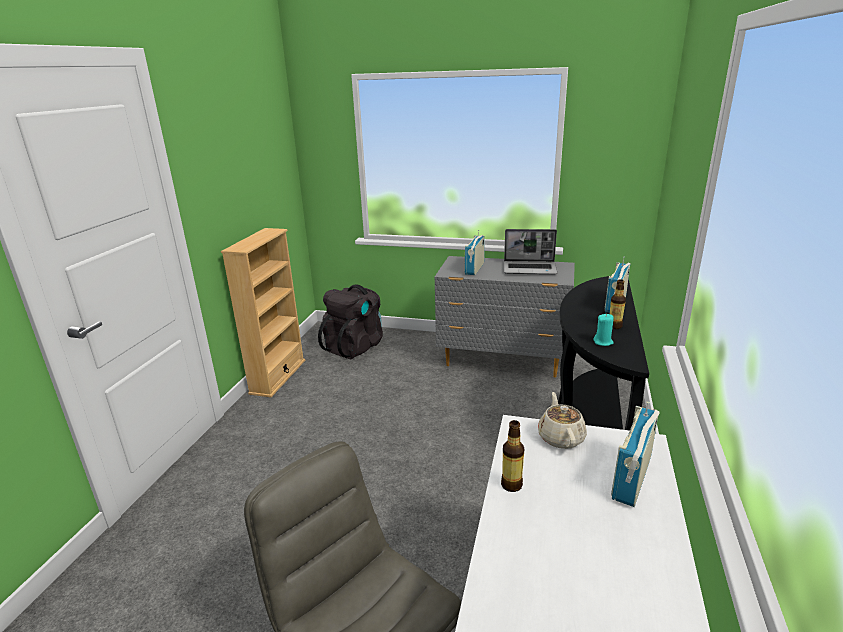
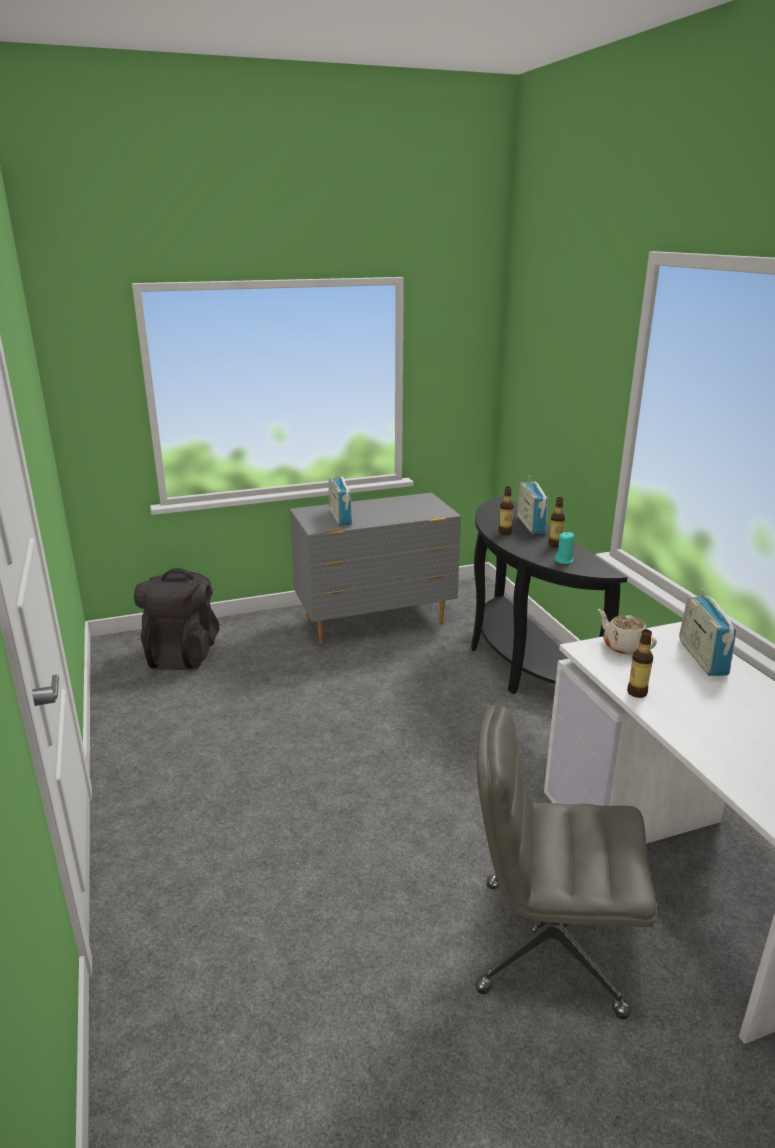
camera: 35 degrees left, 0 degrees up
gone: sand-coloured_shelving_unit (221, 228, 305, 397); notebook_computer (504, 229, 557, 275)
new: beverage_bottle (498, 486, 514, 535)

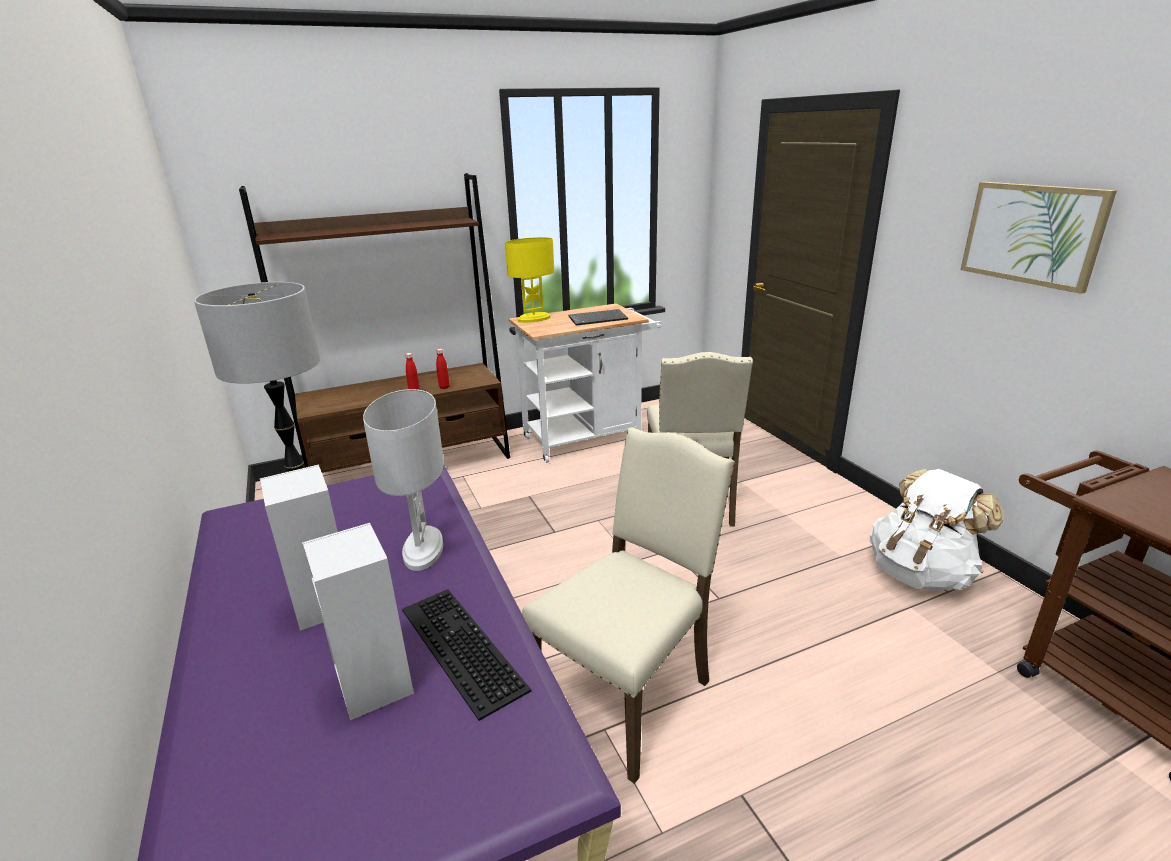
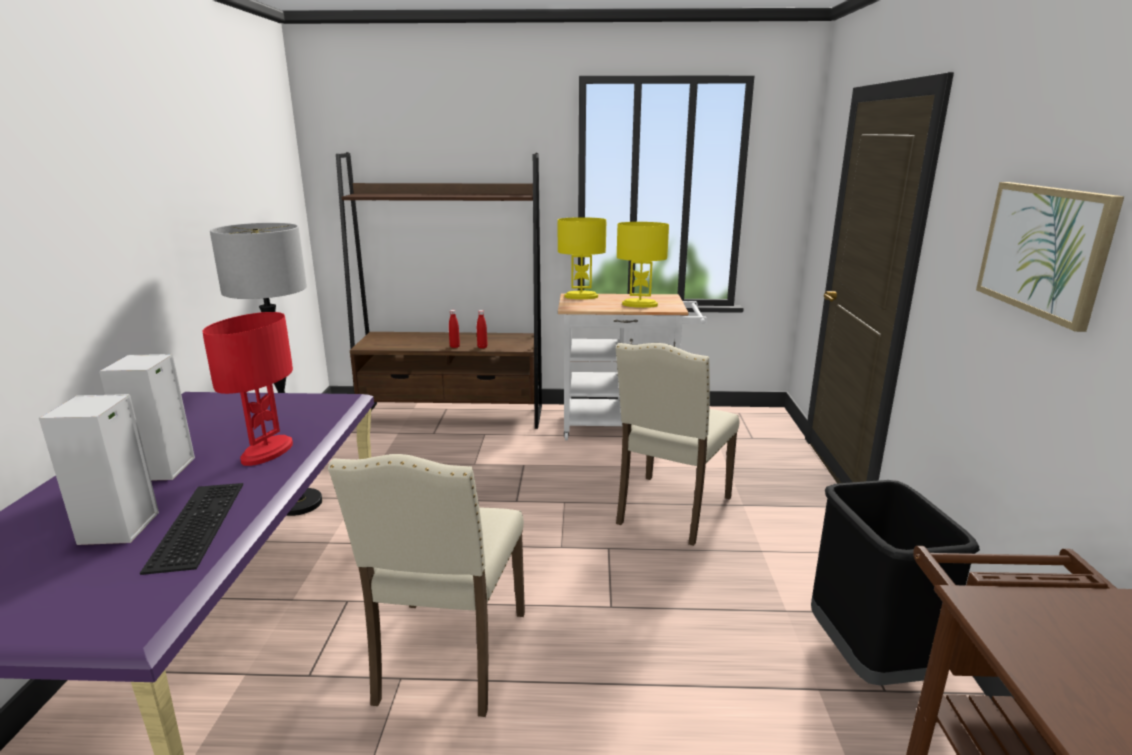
camera: 25 degrees right, 5 degrees down
swapped: keyboard (568, 309, 628, 326) to yellow-coloured_tabletop_lamp (617, 222, 669, 308); white-coloured_knapsack (870, 469, 1004, 591) to blackish_trash_can (811, 480, 980, 686)
repainted: white-coloured_tabletop_lamp (363, 389, 444, 571) to red_tabletop_lamp (202, 312, 293, 466)
rotated: sand-coloured_chair (522, 427, 735, 784) = (328, 454, 525, 717) 120 degrees clockwise

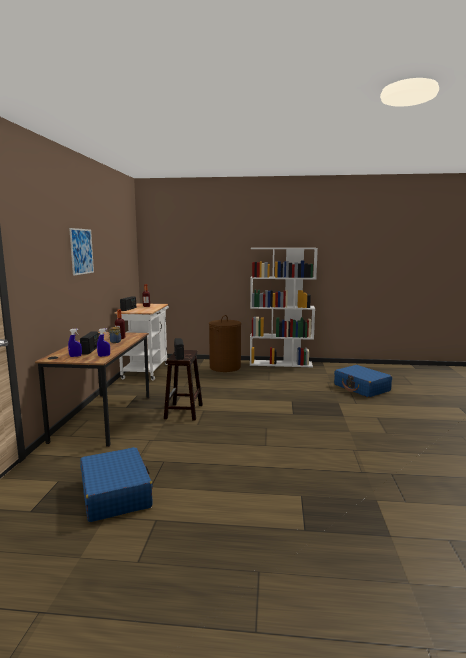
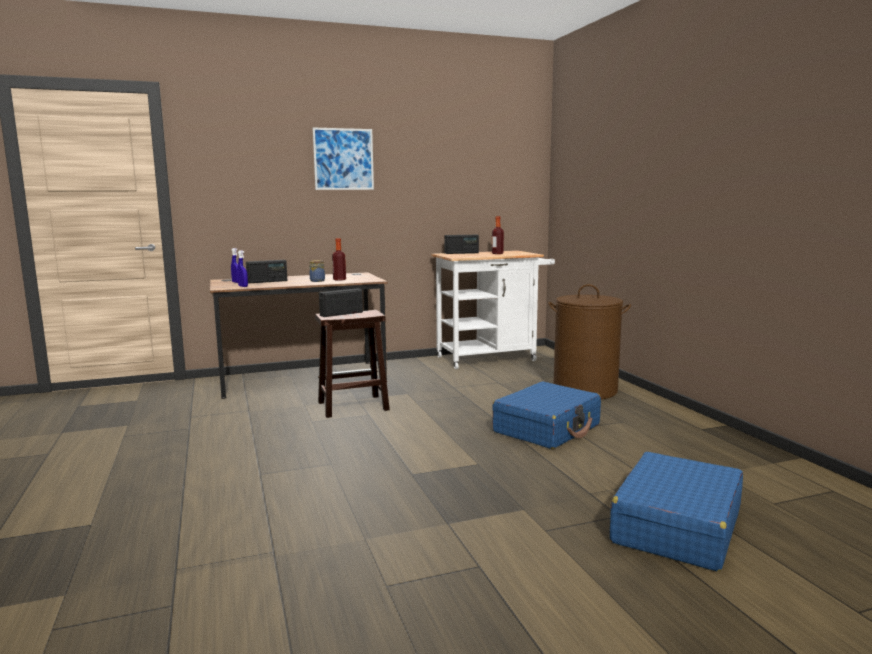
camera: 65 degrees right, 0 degrees up
gone: white-coloured_shelving_unit (250, 248, 318, 367)
shifted: bluish_piece_of_luggage (80, 447, 153, 522) to (492, 382, 601, 449)

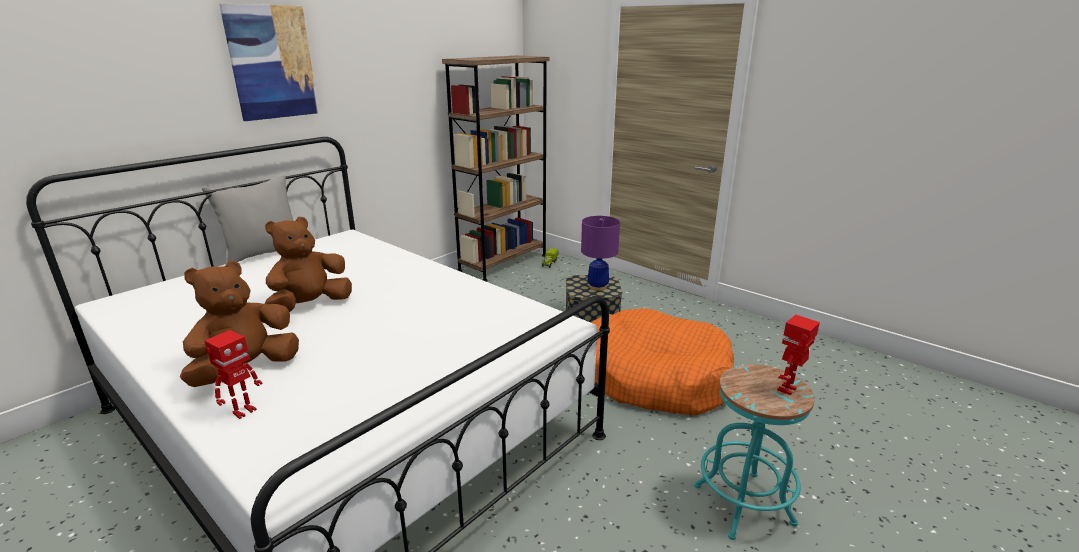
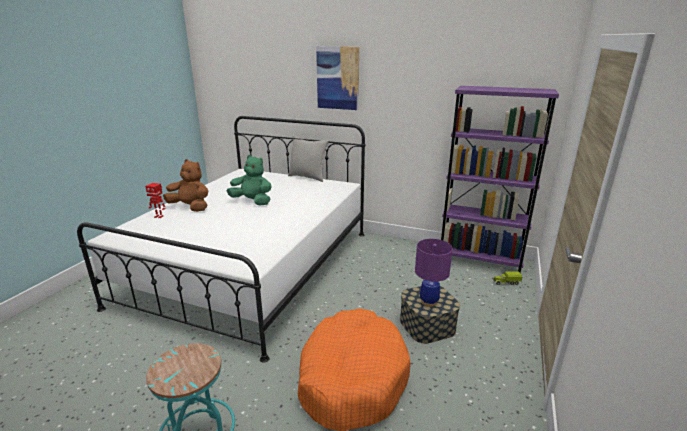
camera: 70 degrees right, 0 degrees up
gone: robot_figure (777, 315, 820, 395)
repainted: brownish_shelving_unit (442, 56, 549, 282) to purple_shelving_unit (441, 86, 559, 273); brownish_cuddly_toy (265, 217, 352, 312) to green-coloured_cuddly_toy (227, 155, 271, 206)

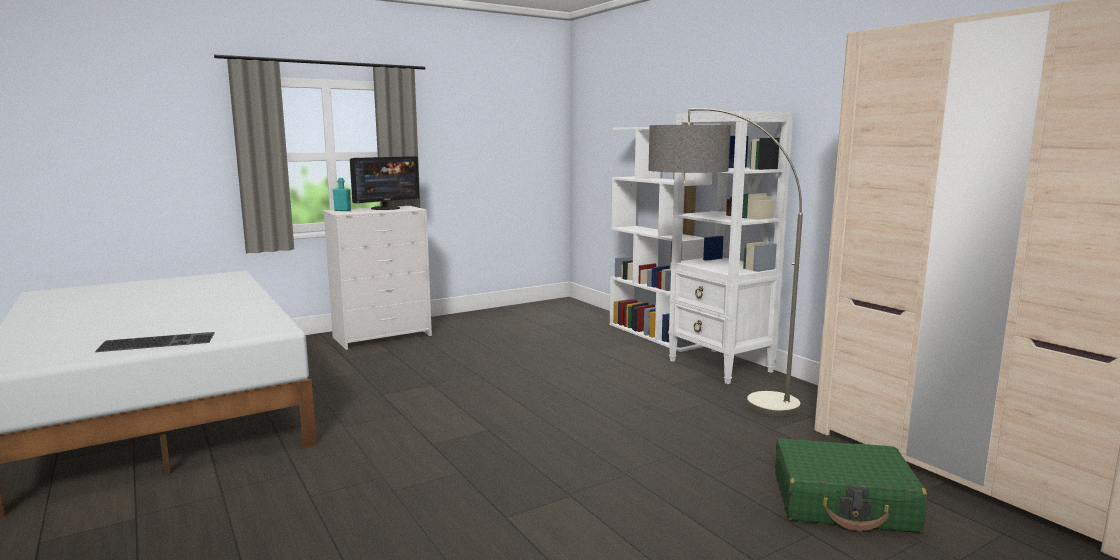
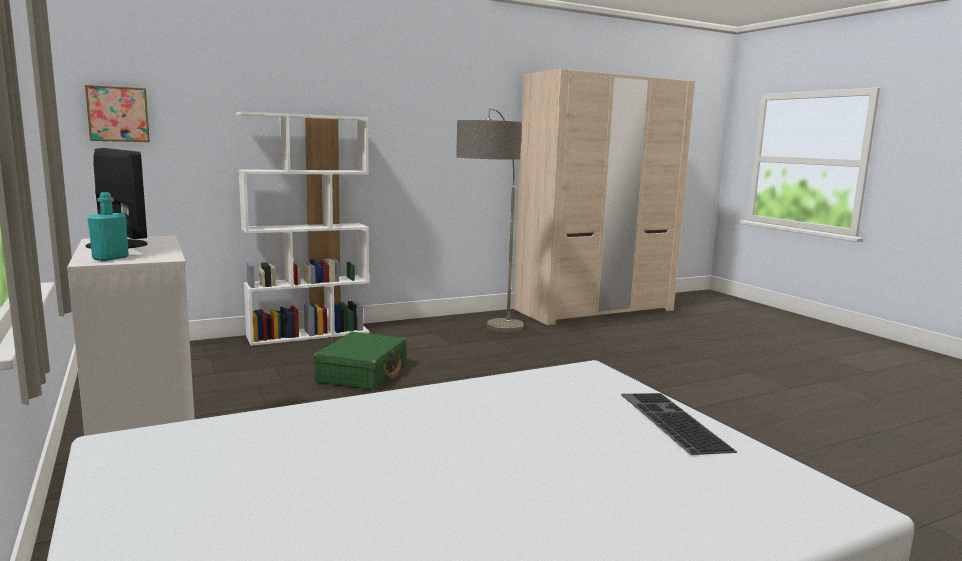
camera: 85 degrees left, 0 degrees up
gone: white-coloured_shelving_unit (668, 111, 793, 384)
new: wall_picture (85, 85, 150, 142)
shifted: green-coloured_piece_of_luggage (775, 438, 927, 533) to (314, 332, 407, 390)

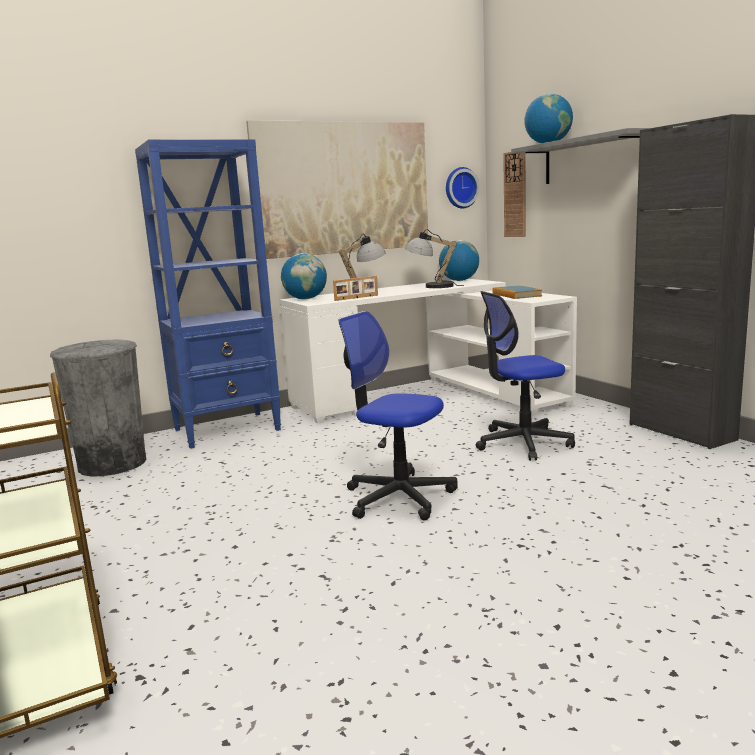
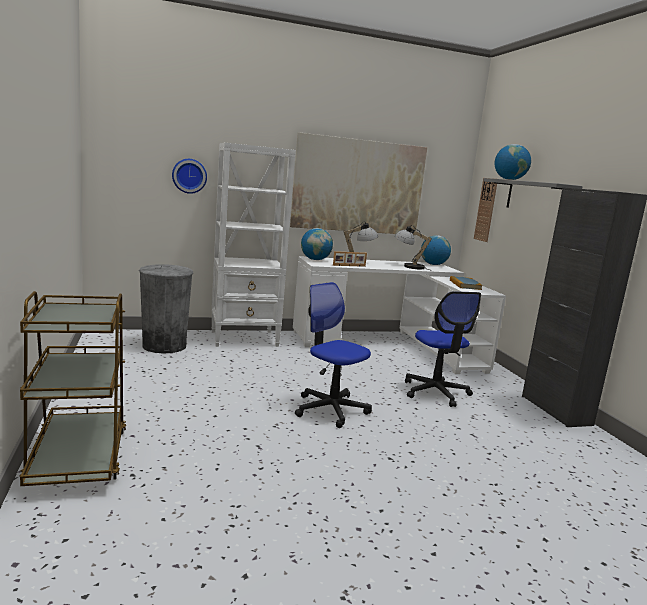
camera: 10 degrees right, 0 degrees up
shifted: hanging_clock (446, 167, 480, 208) to (172, 159, 207, 194)
repainted: bluish_shelving_unit (135, 139, 281, 449) to white-coloured_shelving_unit (211, 143, 296, 347)
rotated: desk_chair (476, 291, 575, 461) = (405, 291, 481, 407) 105 degrees counterclockwise

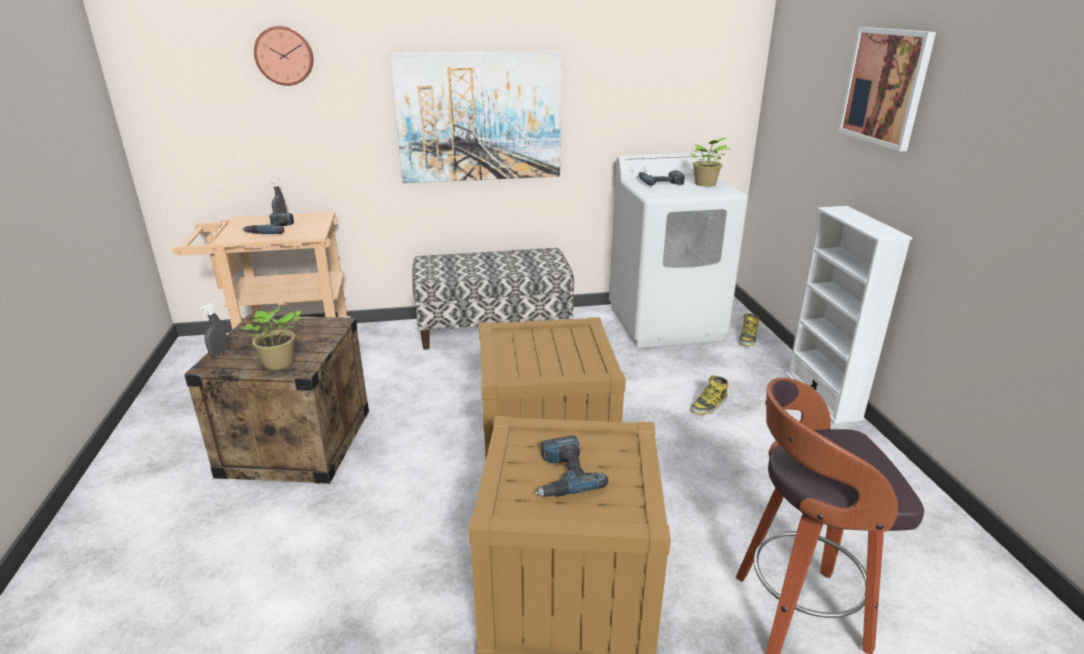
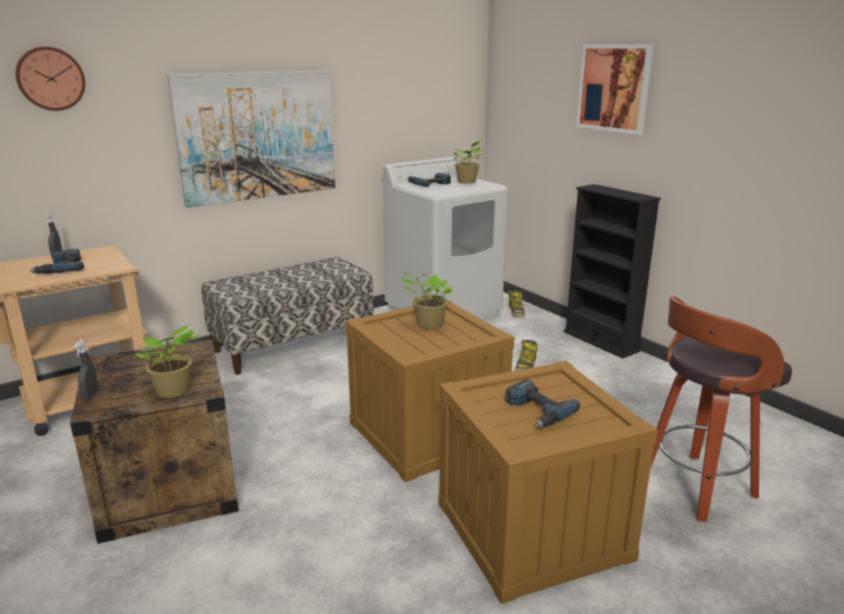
camera: 25 degrees left, 5 degrees down
new: houseplant (400, 272, 452, 329)
repainted: white-coloured_shelving_unit (786, 206, 913, 424) to blackish_shelving_unit (564, 184, 661, 358)

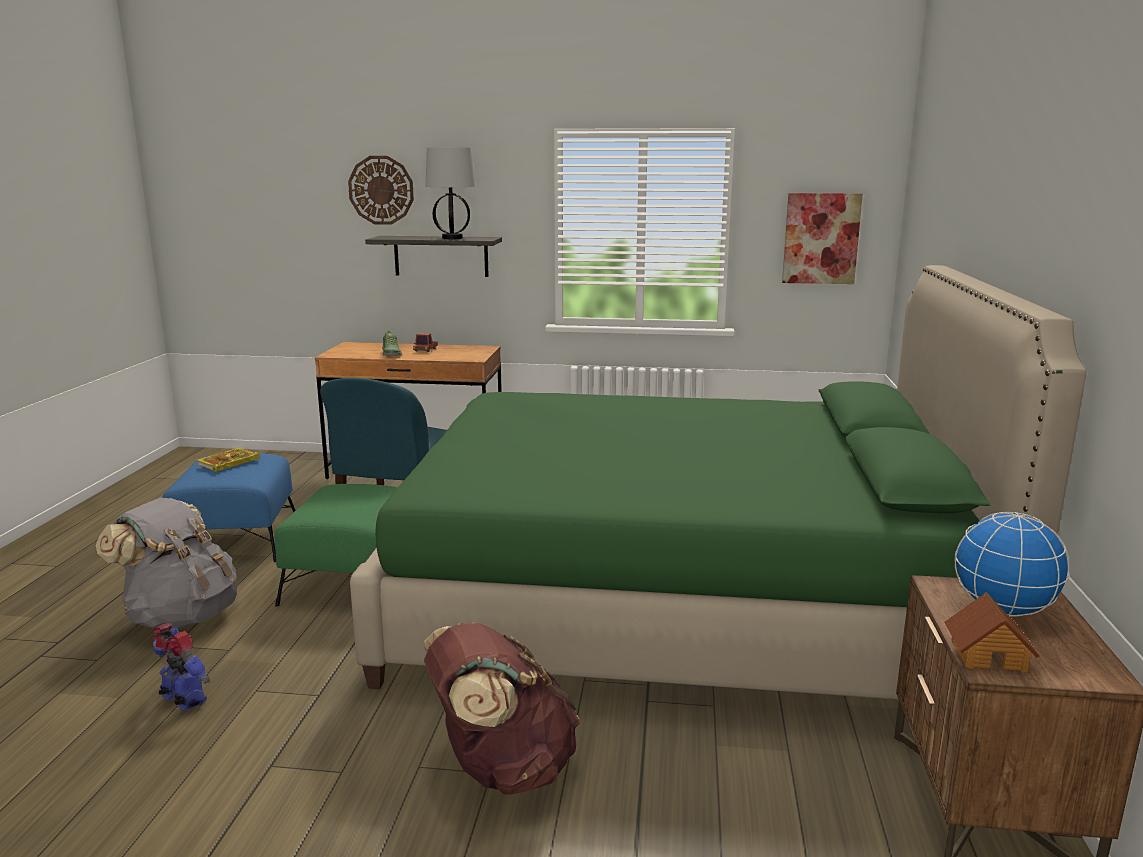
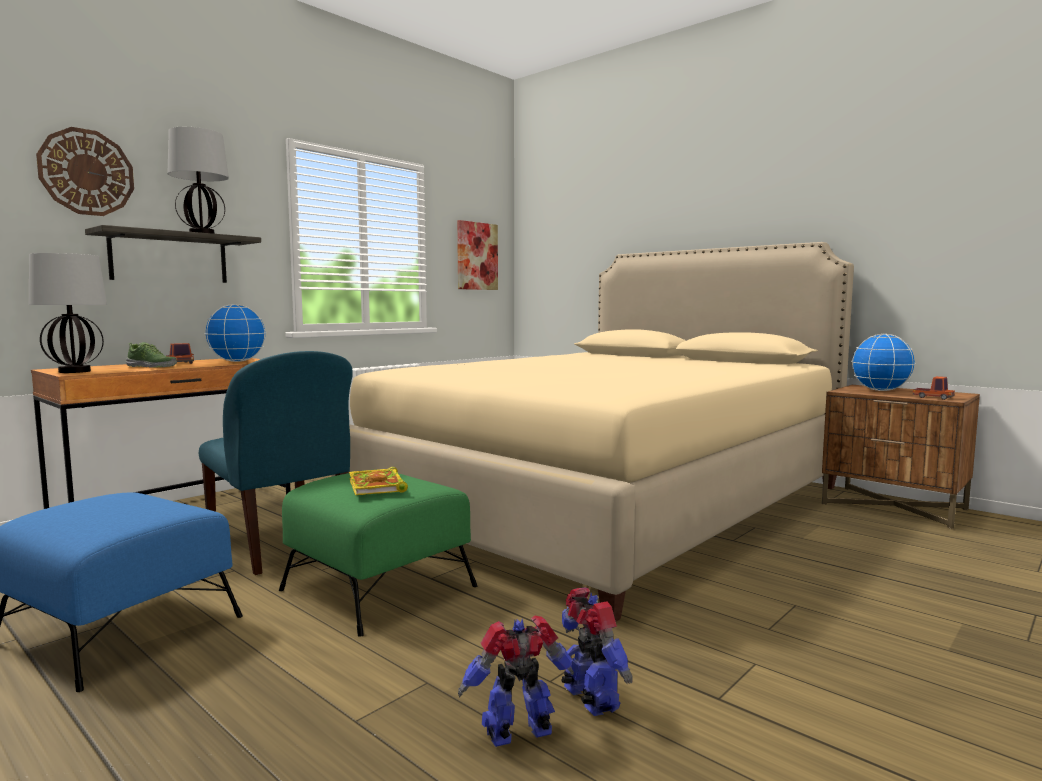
camera: 55 degrees left, 10 degrees down
gone: greyish_knapsack (96, 497, 237, 629); brownish_knapsack (423, 622, 580, 795)
new: tabletop_lamp (29, 253, 107, 373); world_globe (204, 304, 267, 362); robot_figure (561, 588, 632, 716)
shifted: volume (197, 448, 260, 472) to (349, 467, 408, 495)
swapped: miniature_house (944, 592, 1039, 673) to toy_truck (913, 376, 955, 400)
repainted: green-coloured_sleeping_bed (350, 265, 1086, 700) to sand-coloured_sleeping_bed (331, 242, 854, 621)

